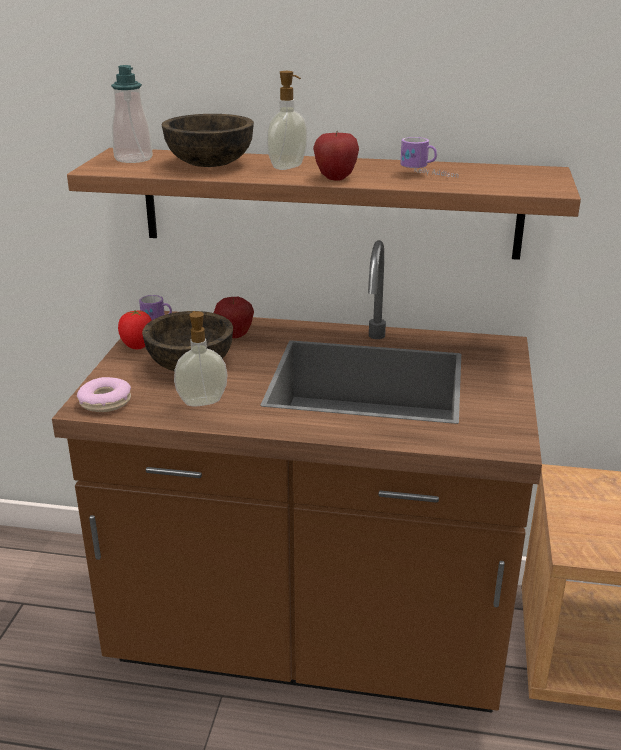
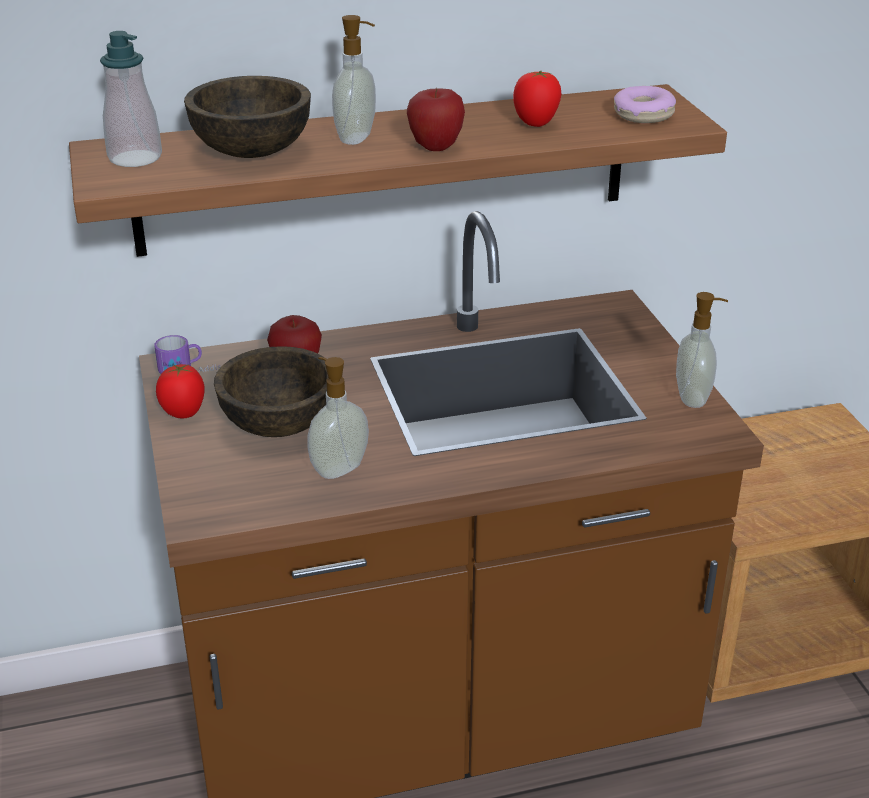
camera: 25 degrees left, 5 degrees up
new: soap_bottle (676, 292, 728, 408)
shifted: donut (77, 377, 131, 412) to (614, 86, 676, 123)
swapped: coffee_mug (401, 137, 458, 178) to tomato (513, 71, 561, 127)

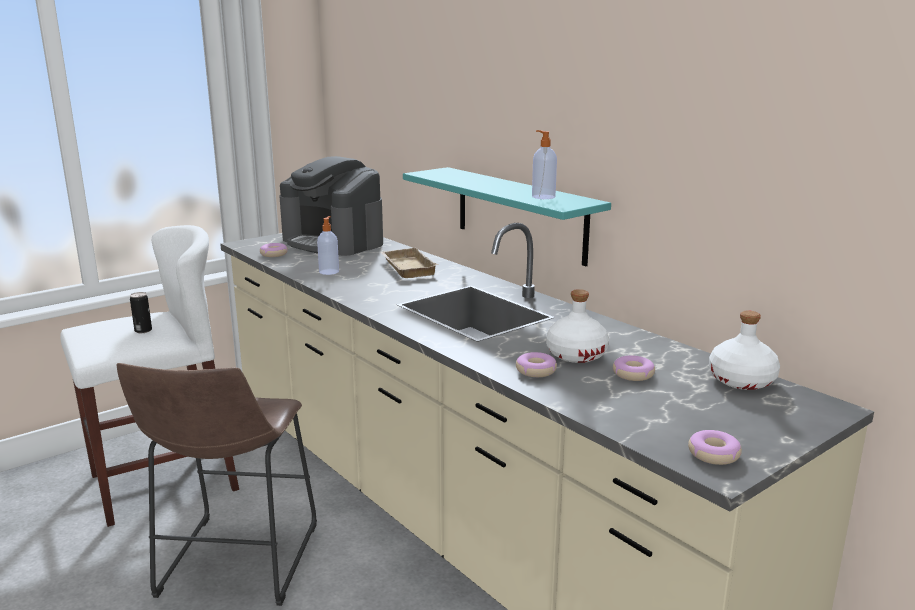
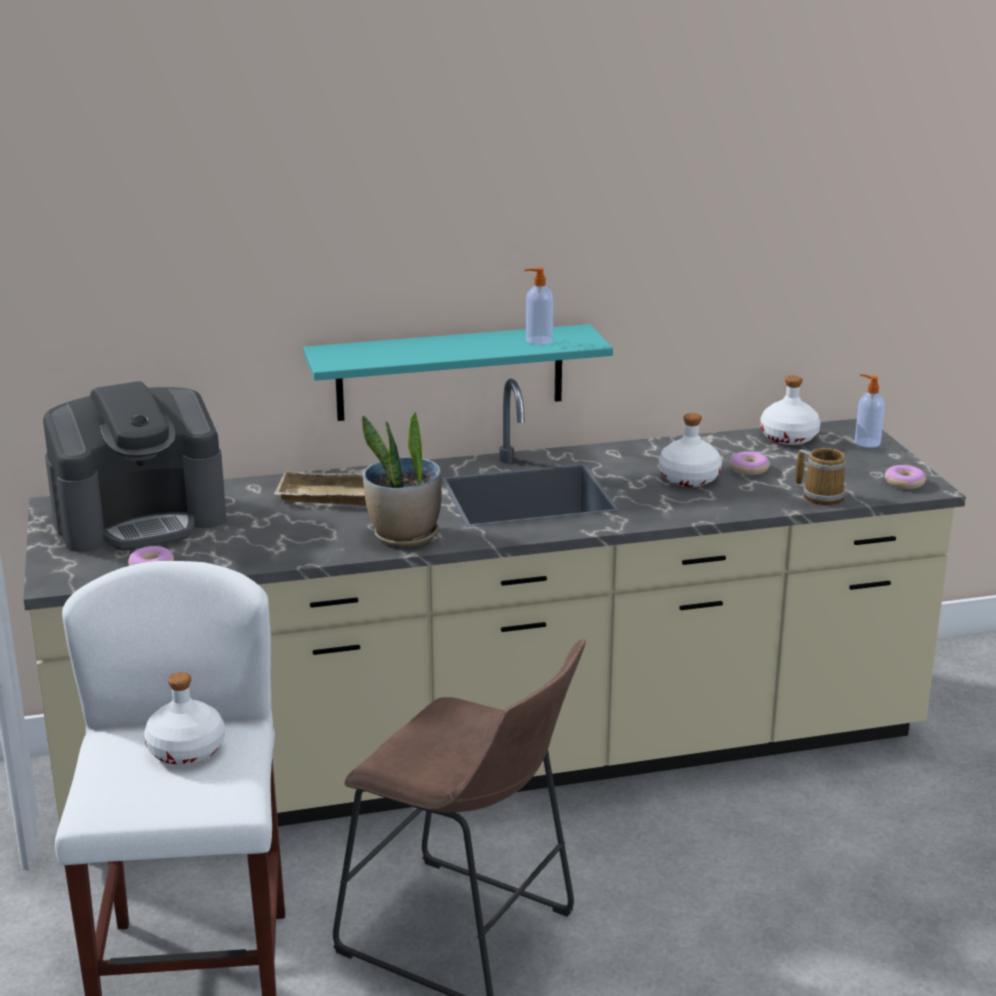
camera: 65 degrees left, 5 degrees up
gone: donut (516, 352, 557, 377)
new: houseplant (362, 412, 442, 547); coffee_mug (796, 448, 846, 505)
shifted: soap_bottle (317, 216, 339, 275) to (855, 374, 885, 448)
swapped: sealed_can (130, 292, 152, 333) to white-coloured_beverage_bottle (144, 672, 225, 765)

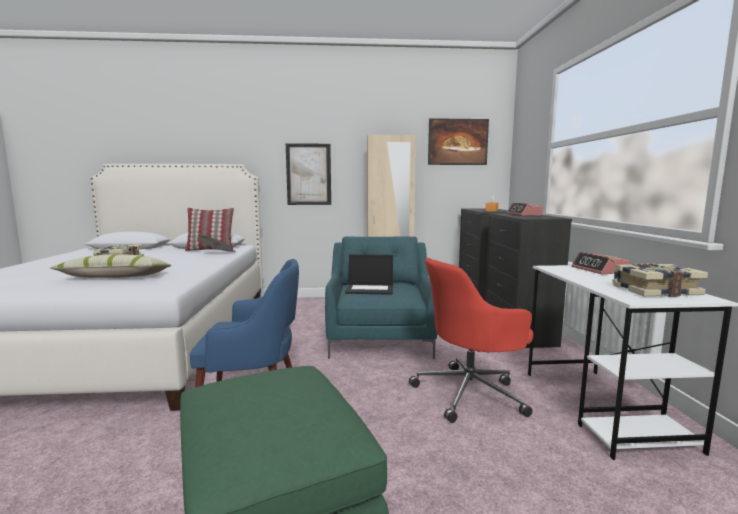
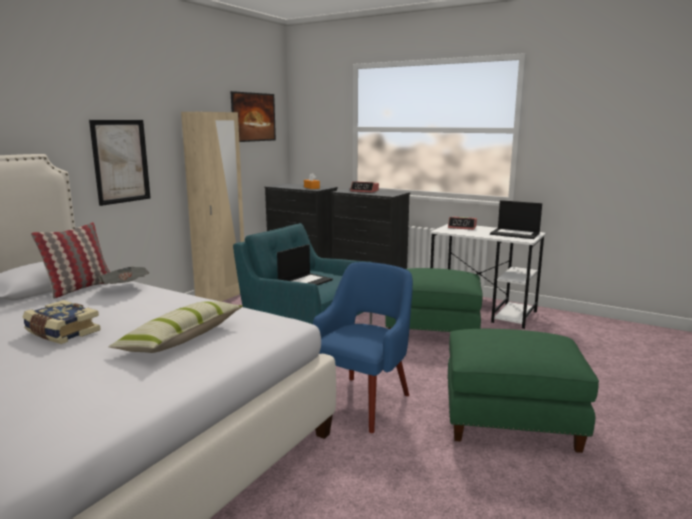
camera: 55 degrees left, 5 degrees up
swapped: red_desk_chair (409, 258, 533, 423) to green-coloured_pouffe (385, 268, 482, 332); volume (612, 263, 708, 297) to notebook_computer (490, 200, 542, 239)

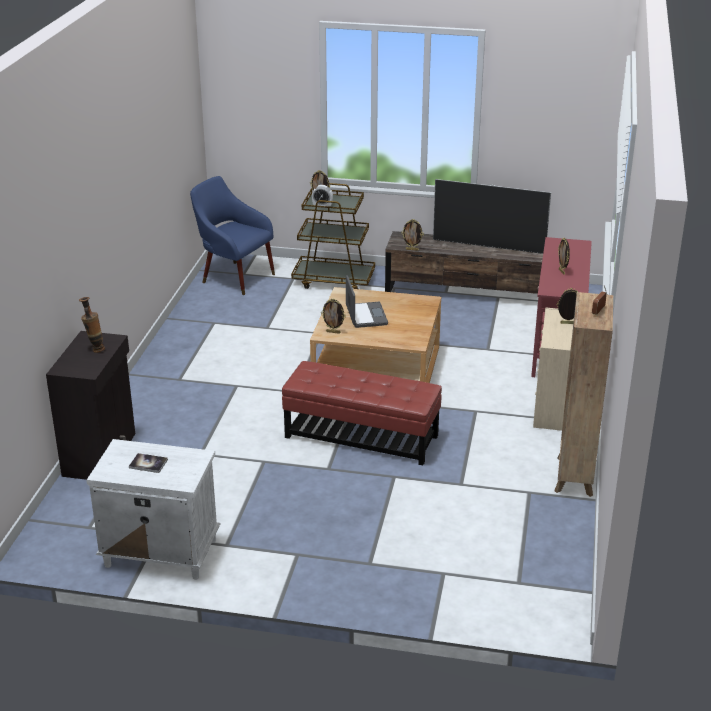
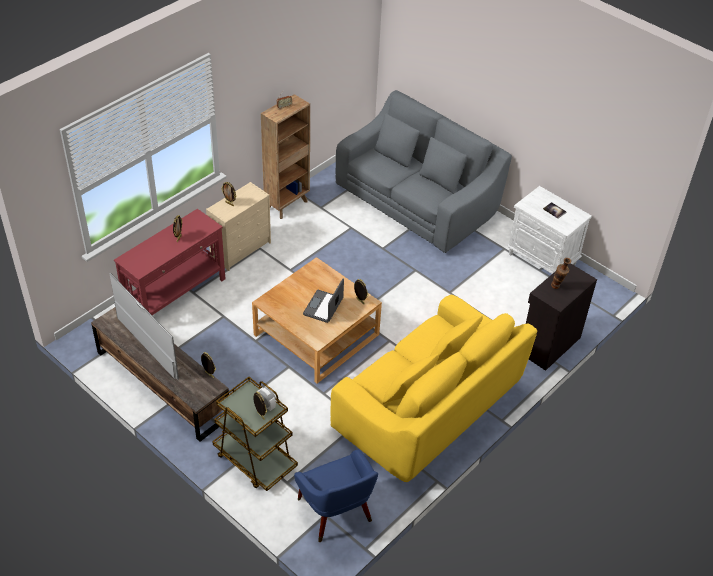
camera: 150 degrees left, 15 degrees up
gone: red_pouffe (282, 361, 442, 465)
new: greyish_settee (336, 90, 512, 253); yellow-coloured_settee (330, 294, 537, 482)

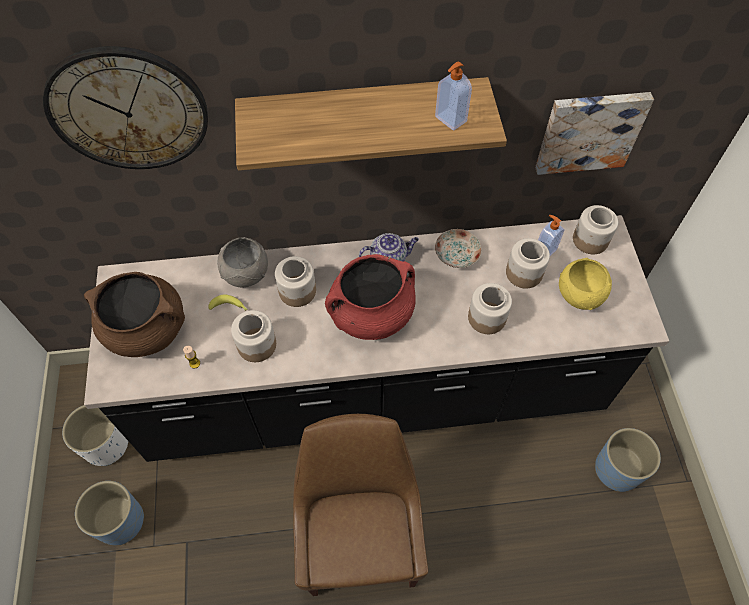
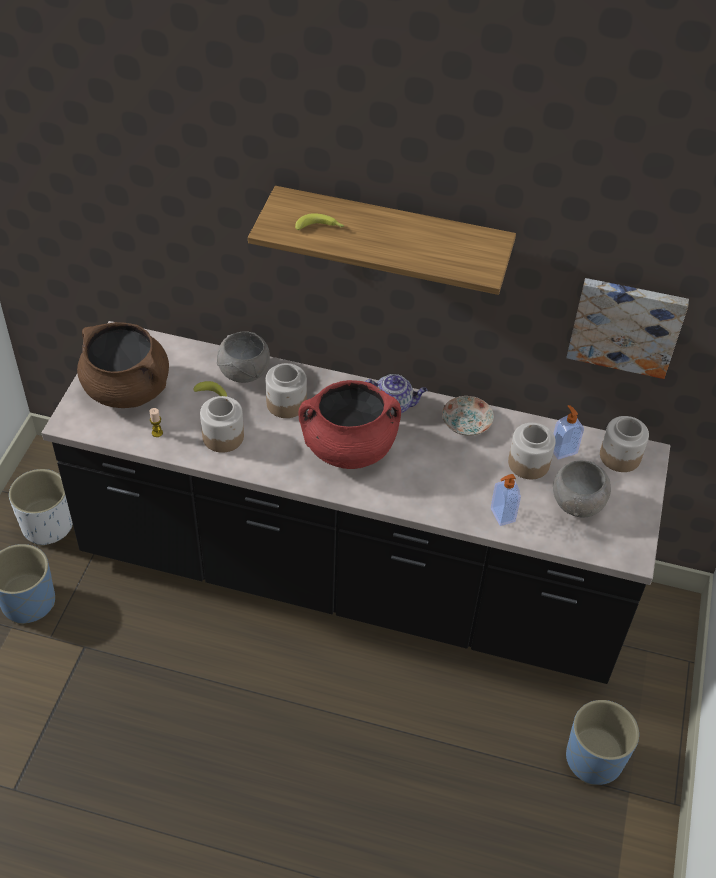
camera: 20 degrees right, 10 degrees down
gone: hanging_clock (43, 46, 208, 169); preserve_jar (468, 283, 512, 334); brownish_chair (293, 414, 428, 596)
new: whole_banana (295, 213, 344, 230)
shifted: soap_bottle (435, 61, 472, 130) to (491, 474, 521, 526)
repainted: yellow-coloured_bowl (559, 258, 612, 310) to greyish_bowl (553, 460, 611, 518)

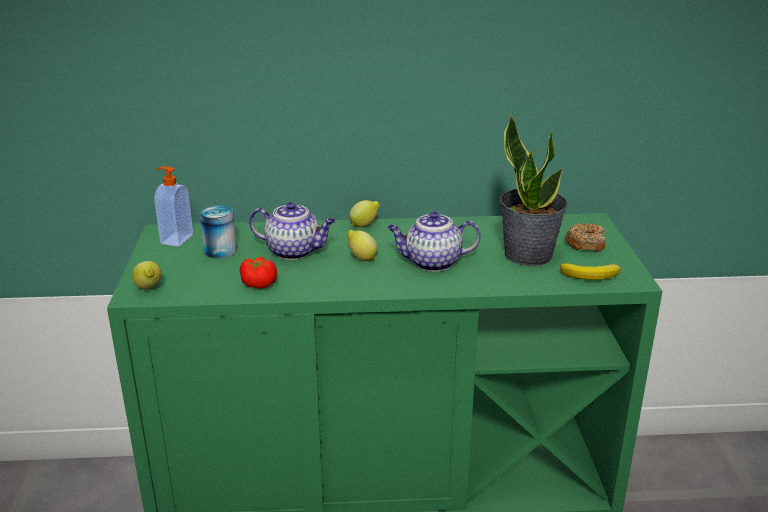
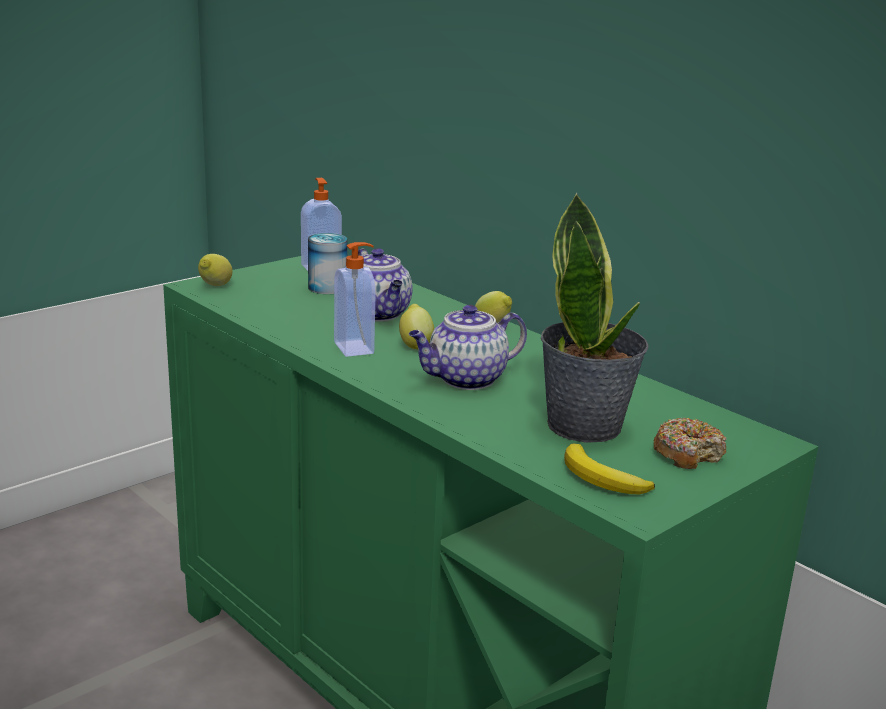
camera: 50 degrees right, 5 degrees down
gone: tomato (240, 257, 277, 289)
new: soap_bottle (334, 242, 375, 357)
rotated: teapot (387, 212, 481, 271) = (409, 305, 527, 390) 75 degrees counterclockwise

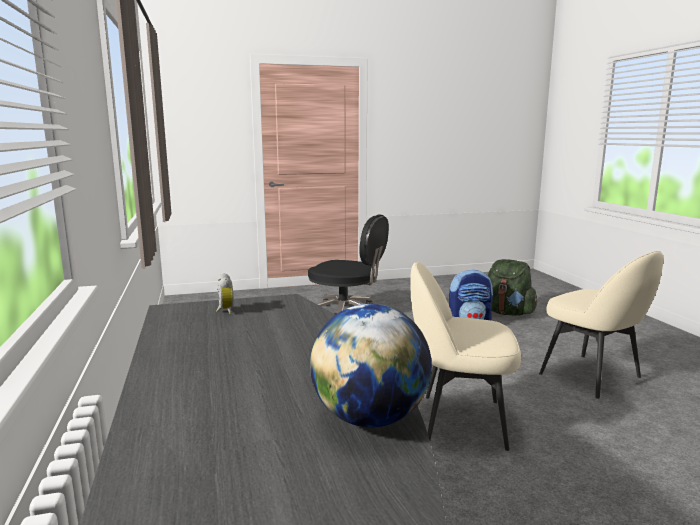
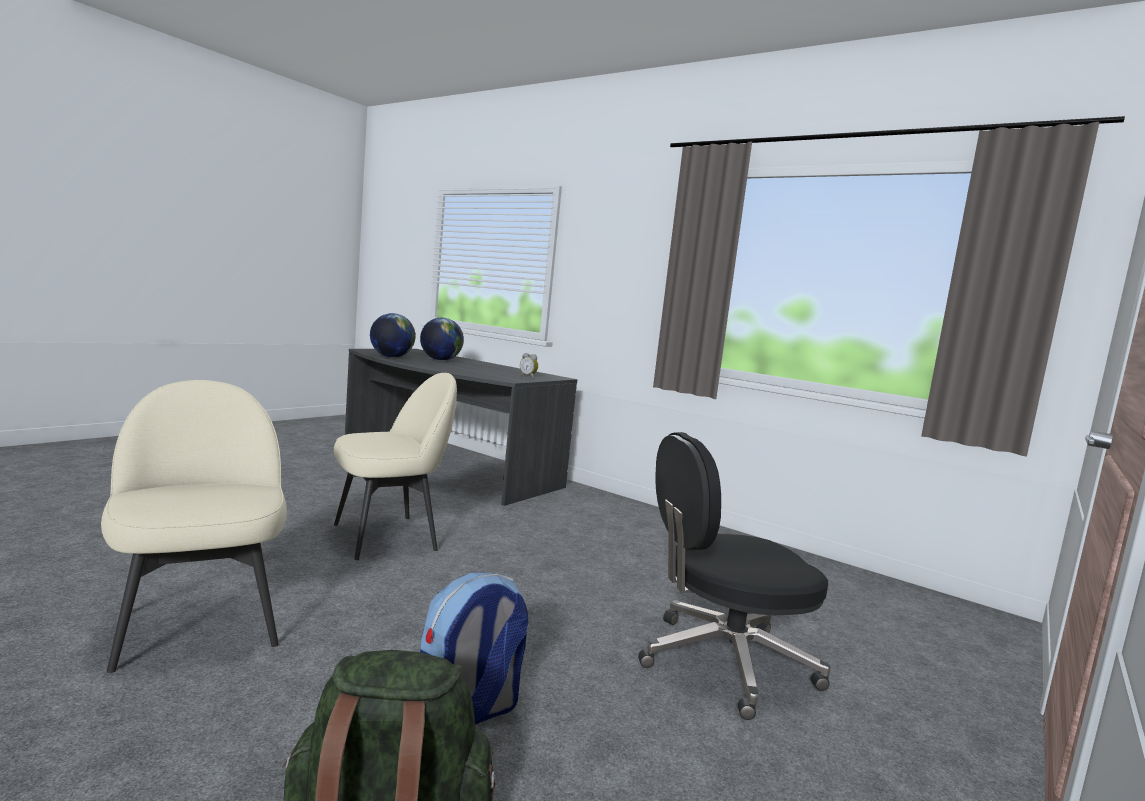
camera: 140 degrees right, 5 degrees down
new: world_globe (420, 318, 464, 360)
rotated: sand-coloured_chair (539, 251, 663, 399) = (101, 380, 287, 673) 45 degrees clockwise

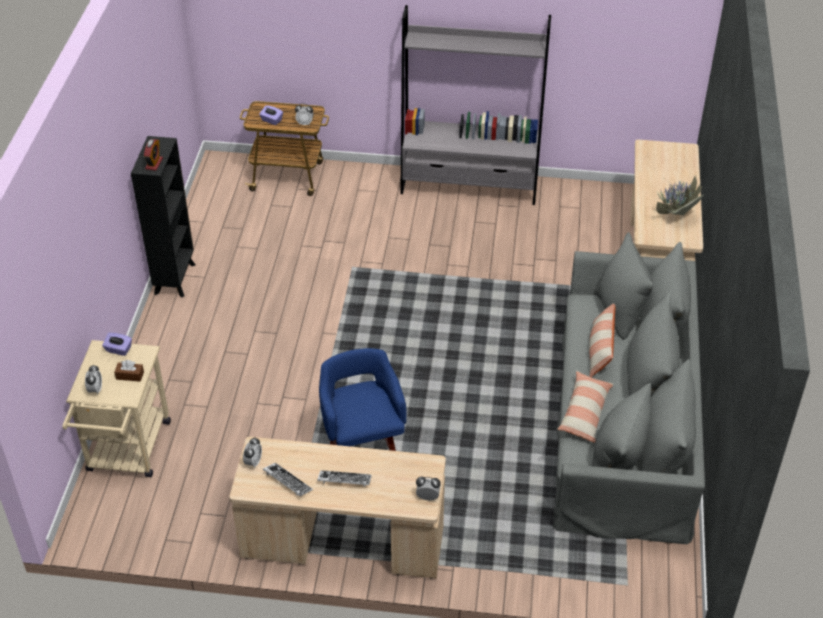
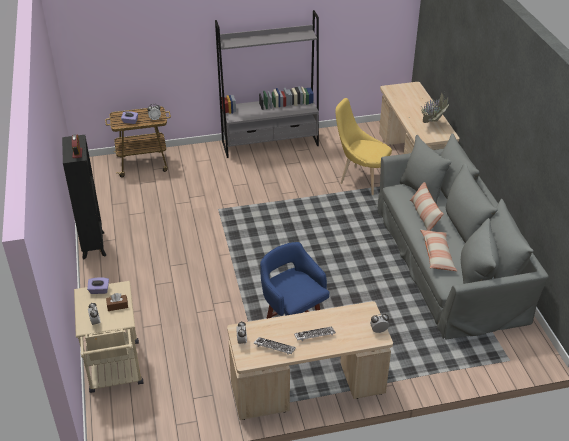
camera: 20 degrees left, 5 degrees down
new: yellow-coloured_chair (336, 98, 392, 195)

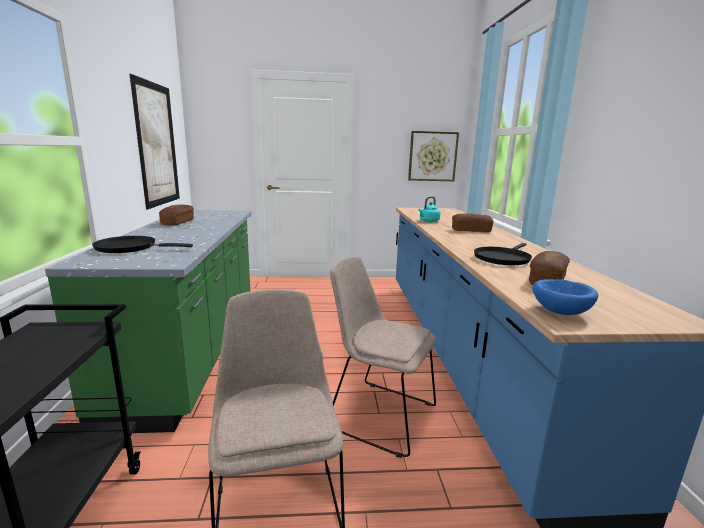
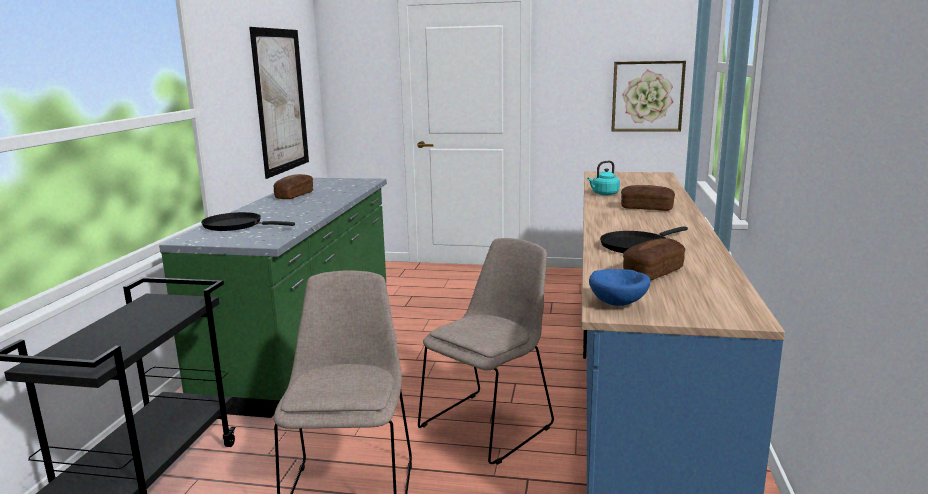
camera: 15 degrees right, 0 degrees up
rotated: sand-coloured_chair (330, 256, 436, 458) = (418, 238, 554, 465) 90 degrees clockwise

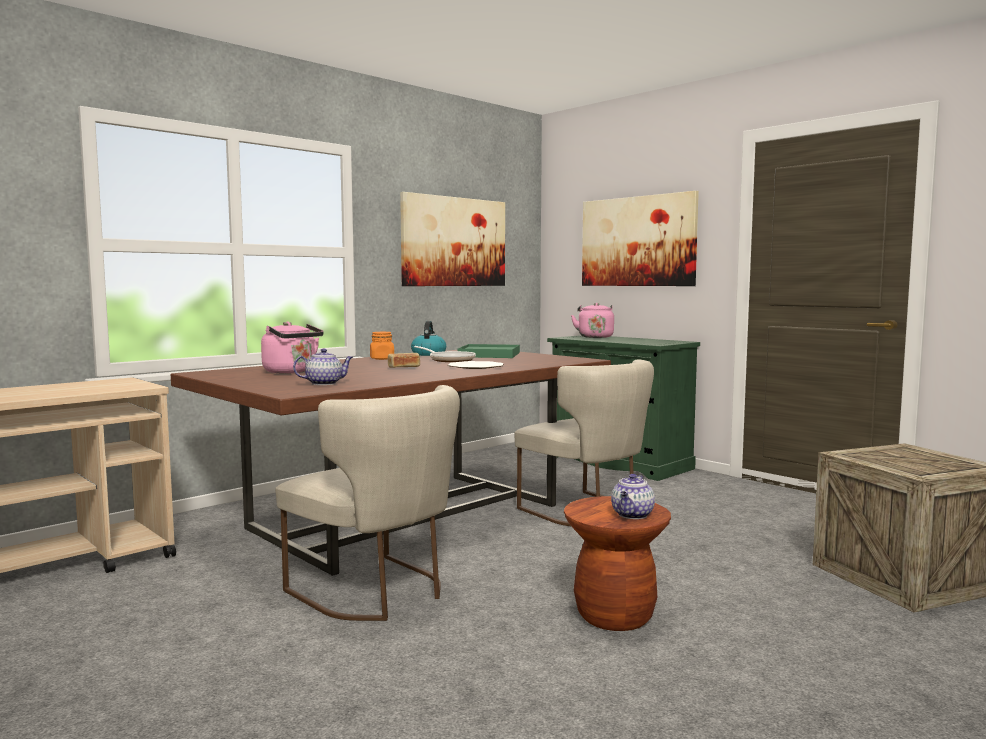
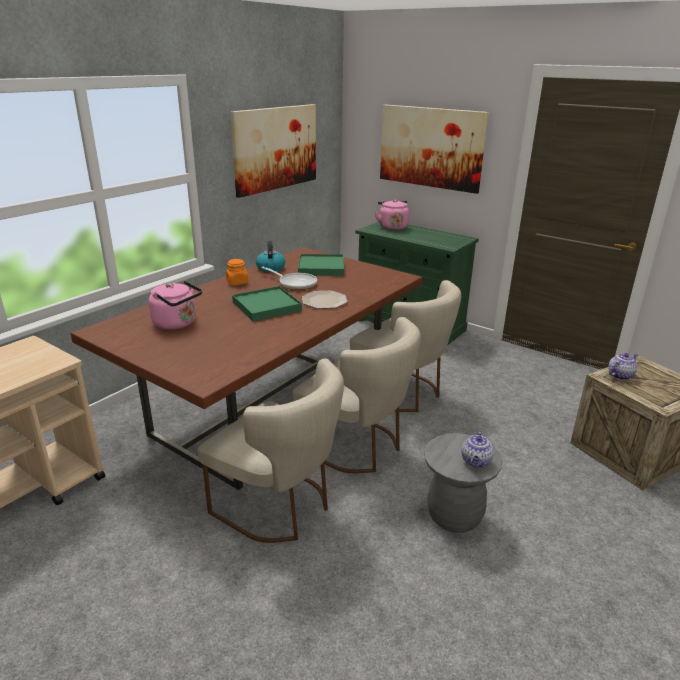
camera: 10 degrees left, 20 degrees up
new: sand-coloured_chair (293, 317, 421, 473)
shifted: teapot (293, 348, 353, 385) to (608, 353, 638, 380)
swapped: bakery_bread (388, 353, 420, 368) to green-coloured_carrying_tray (232, 286, 302, 321)
repainted: brownish_sitting_stool (564, 496, 671, 631) to greyish_sitting_stool (424, 433, 502, 533)

